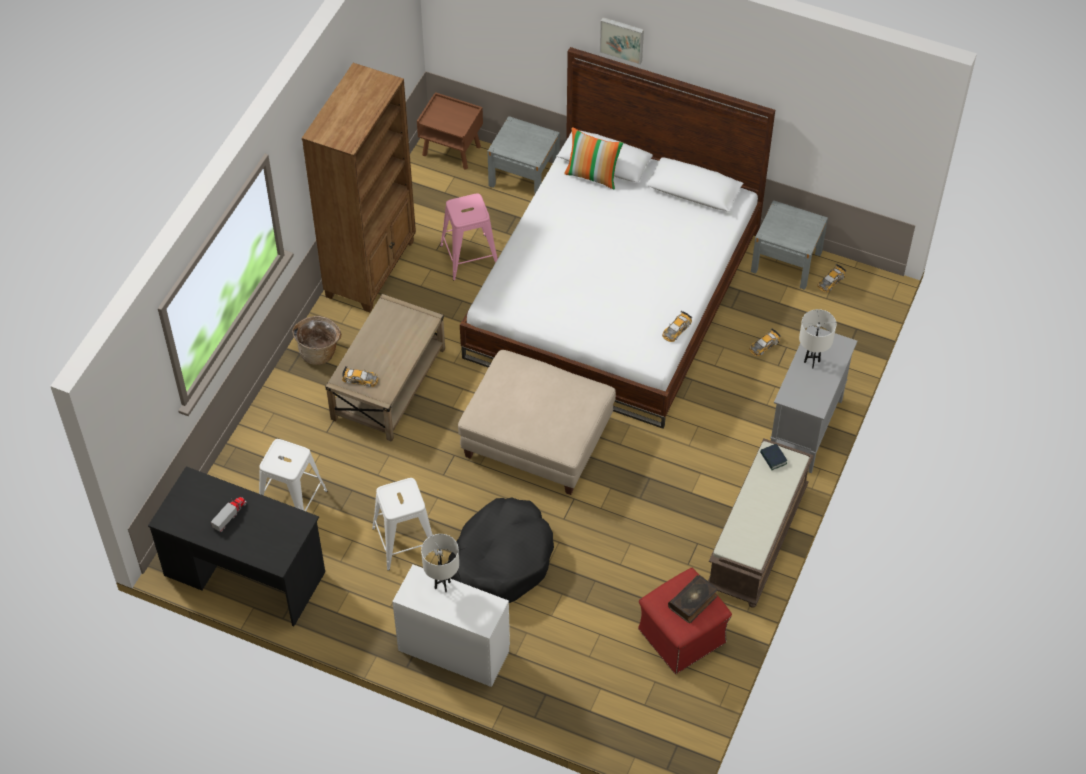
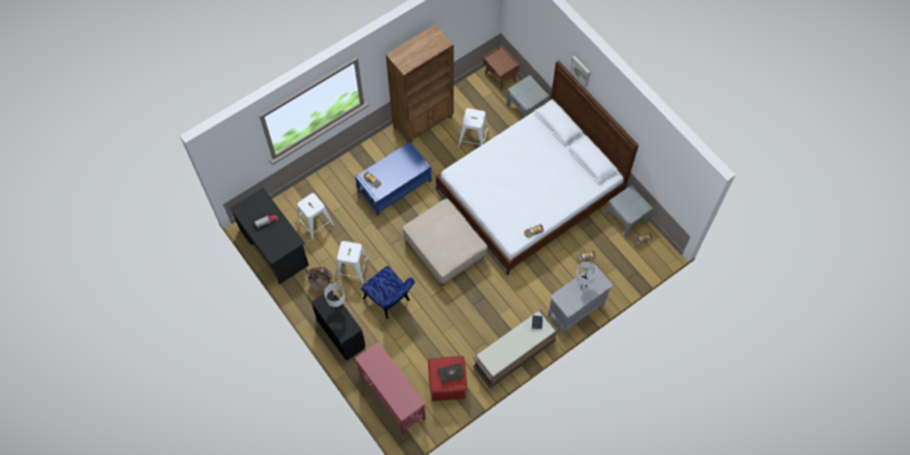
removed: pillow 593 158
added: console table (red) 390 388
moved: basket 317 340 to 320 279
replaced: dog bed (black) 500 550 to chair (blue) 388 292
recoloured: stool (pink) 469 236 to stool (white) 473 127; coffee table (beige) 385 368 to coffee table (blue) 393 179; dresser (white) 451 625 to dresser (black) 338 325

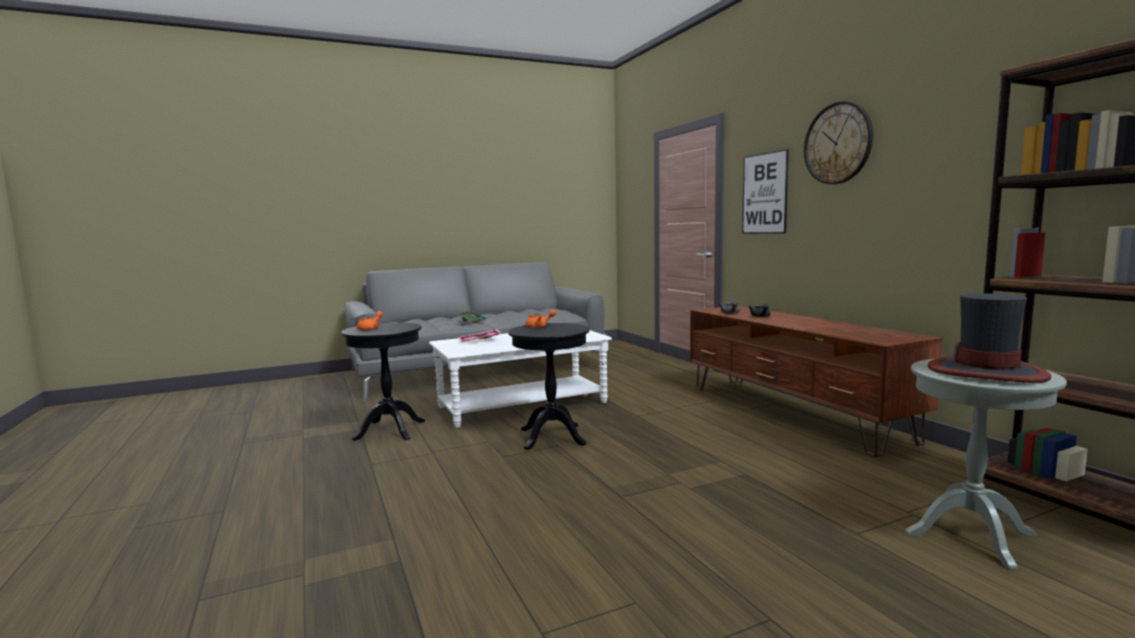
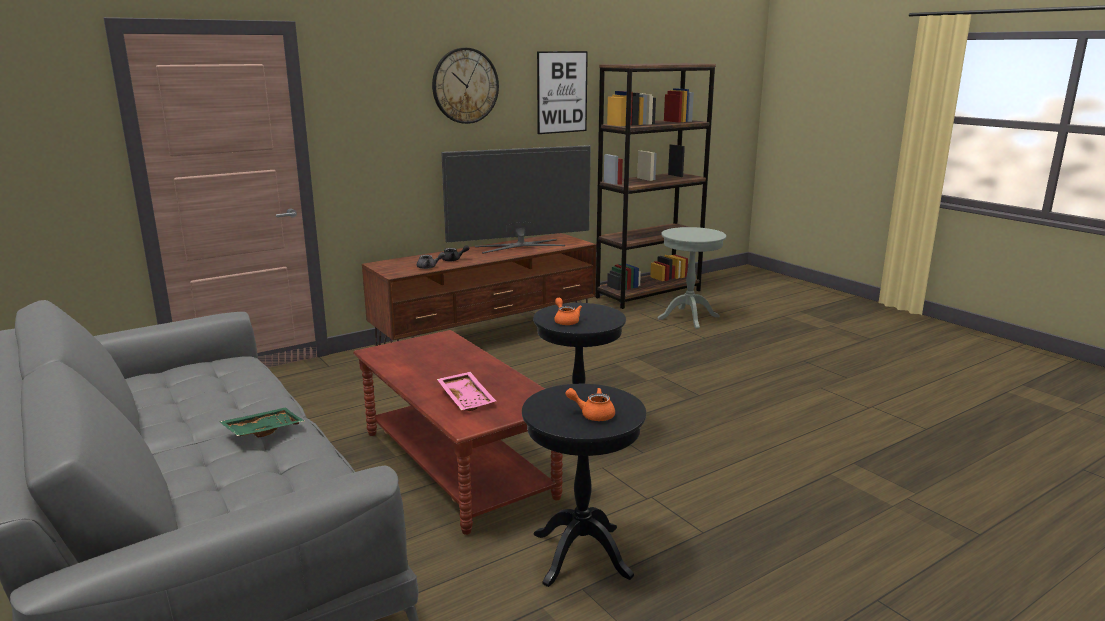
removed: hat 989 338
added: television 516 199
moved: picture 765 191 to 562 92
recoloured: coffee table (white) 520 379 to coffee table (brown) 458 432

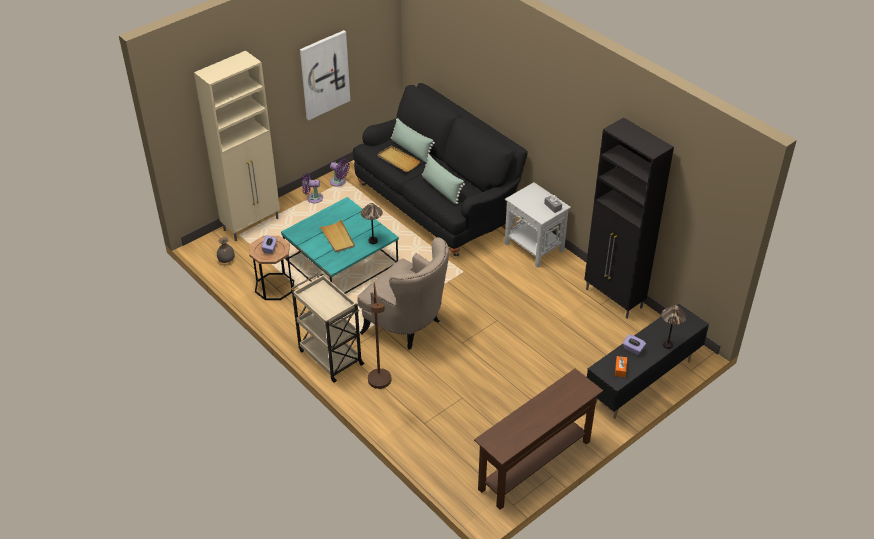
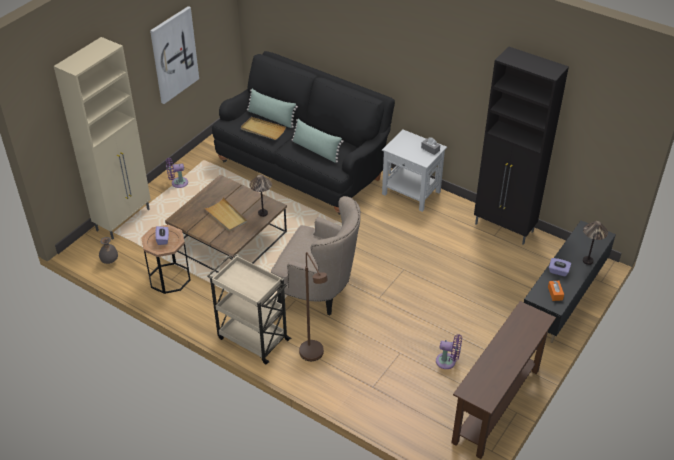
moved: fan (purple) 340 172 to 449 351
recoloured: coffee table (turquoise) 340 245 to coffee table (brown) 226 224

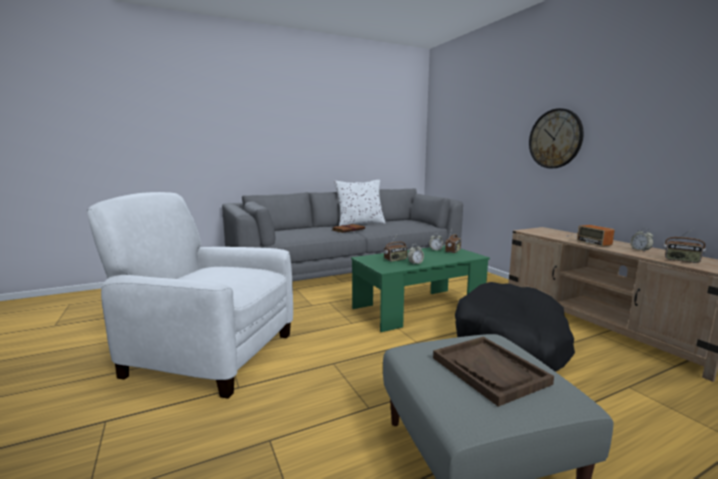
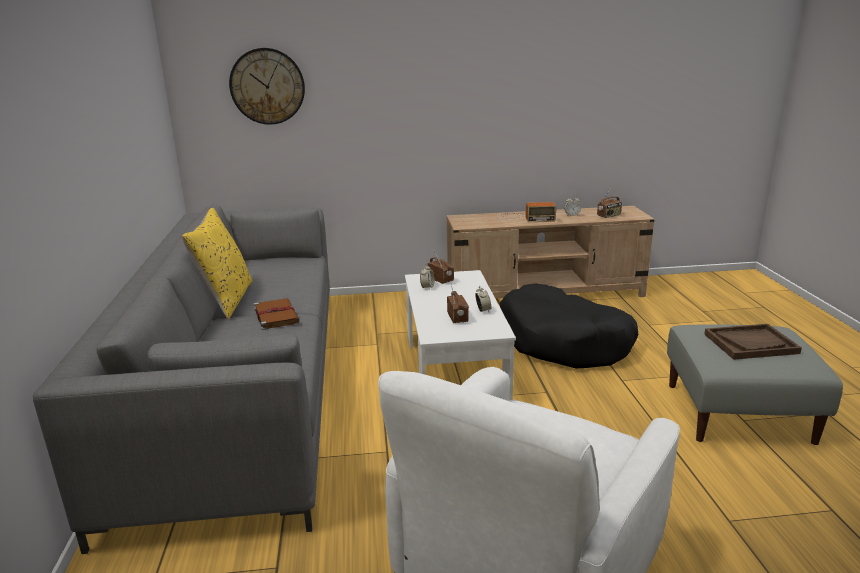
moved: wall clock 556 138 to 267 86
recoloured: pillow (white) 360 203 to pillow (yellow) 217 263; coffee table (green) 420 289 to coffee table (white) 460 335

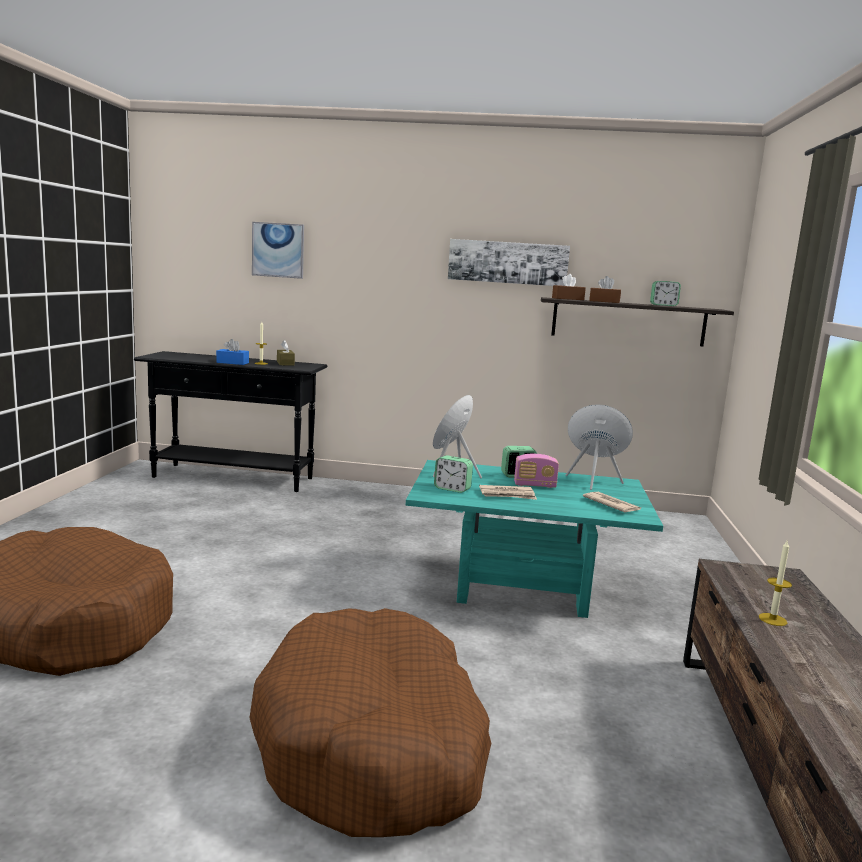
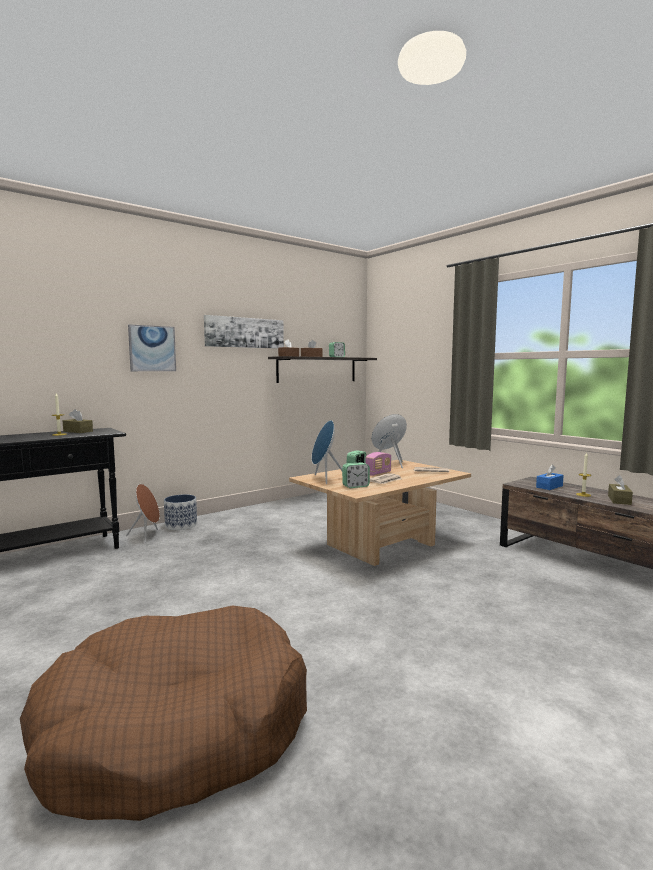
removed: dog bed (brown) 370 722
added: tissue box (brown) 620 490; speaker (brown) 143 513; planter 180 512
moved: picture 278 250 to 152 347; tissue box (blue) 232 352 to 550 477
recoloured: coffee table (turquoise) 534 539 to coffee table (beige) 380 513

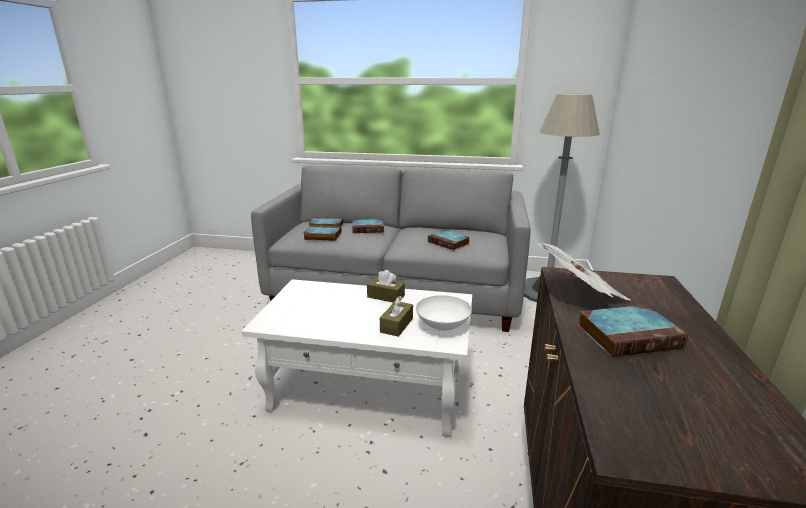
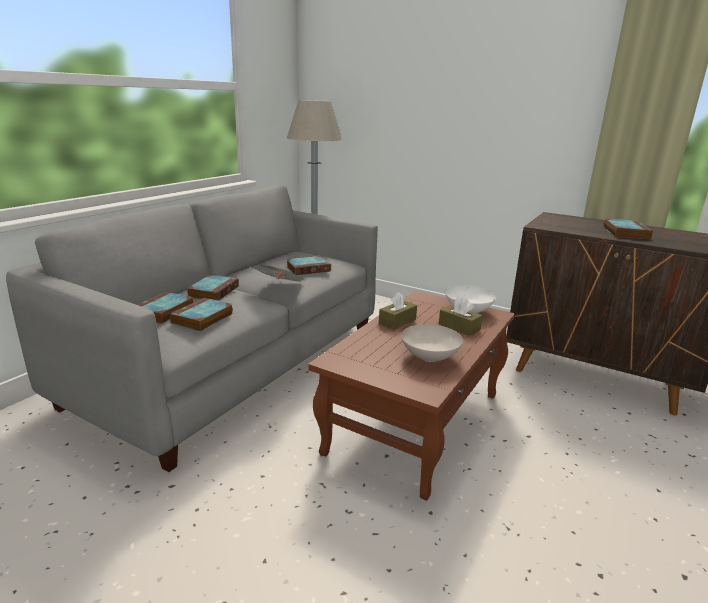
added: bowl (white) 432 343
moved: newspaper 584 272 to 276 273
recoloured: coffee table (white) 356 358 to coffee table (brown) 411 396

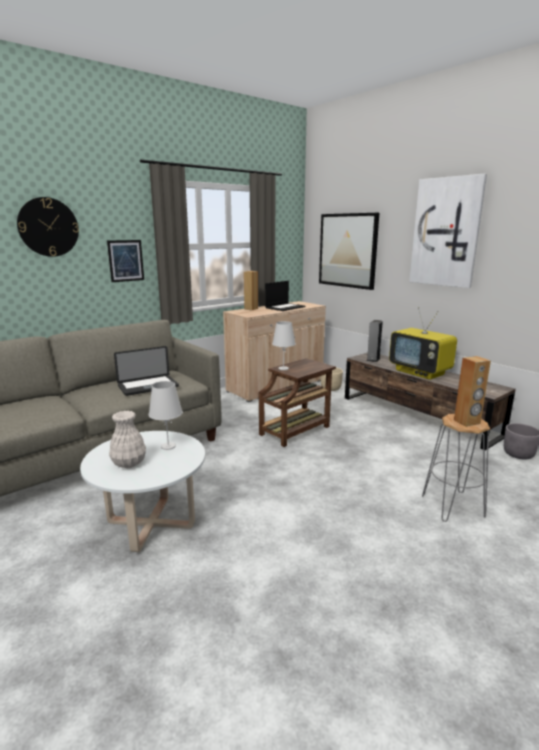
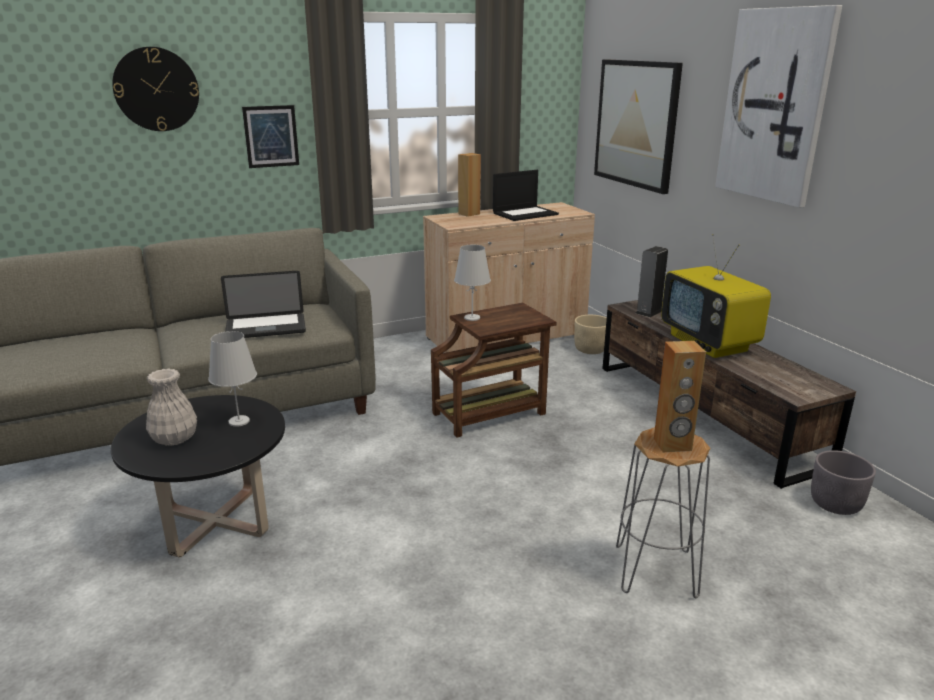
recoloured: coffee table (white) 142 491 to coffee table (black) 198 476

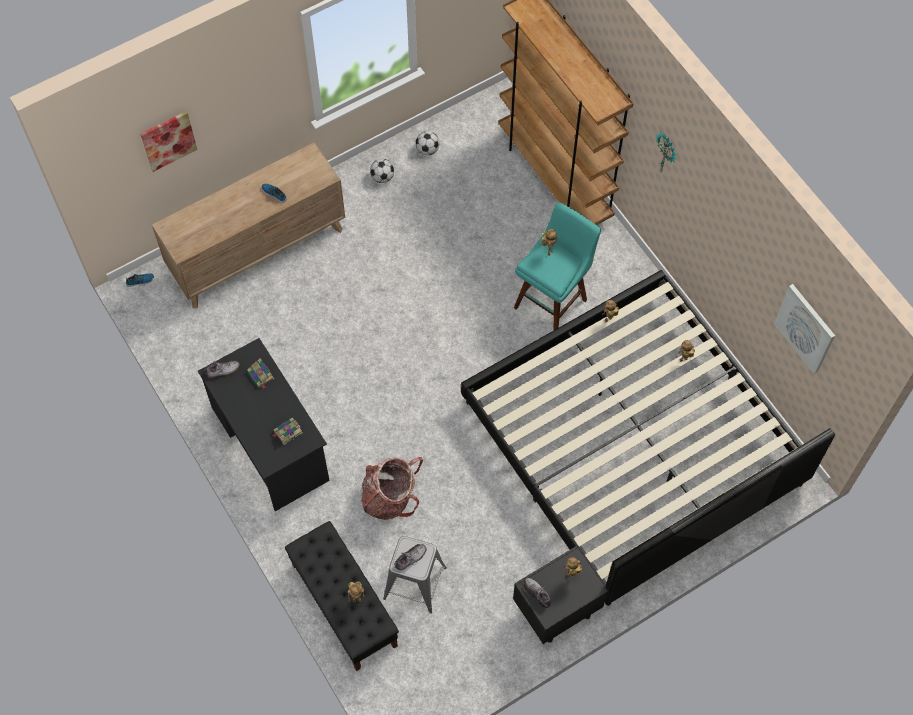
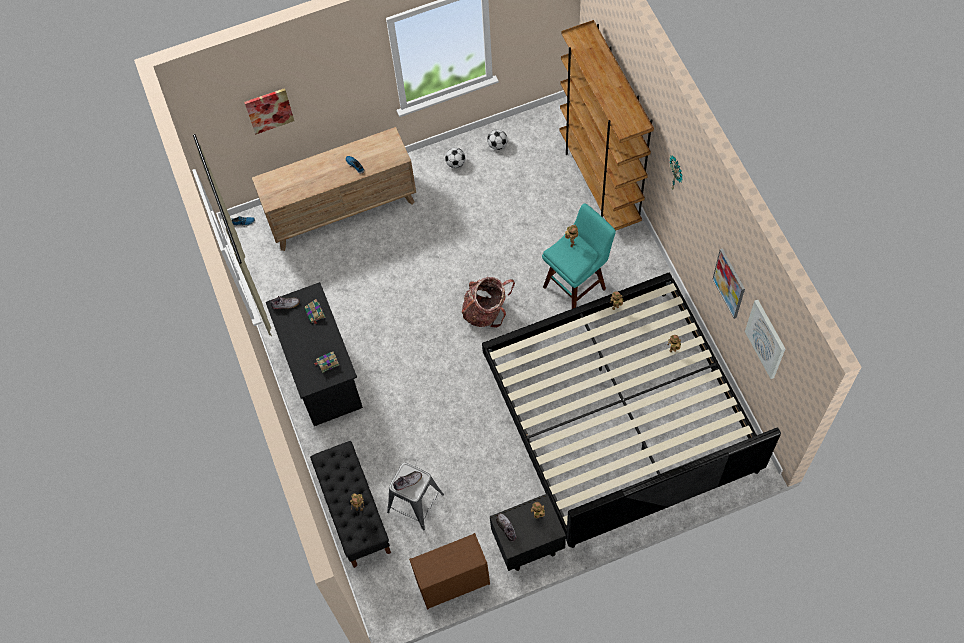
added: picture 728 283; dresser (brown) 449 571
moved: backpack 392 488 to 488 302

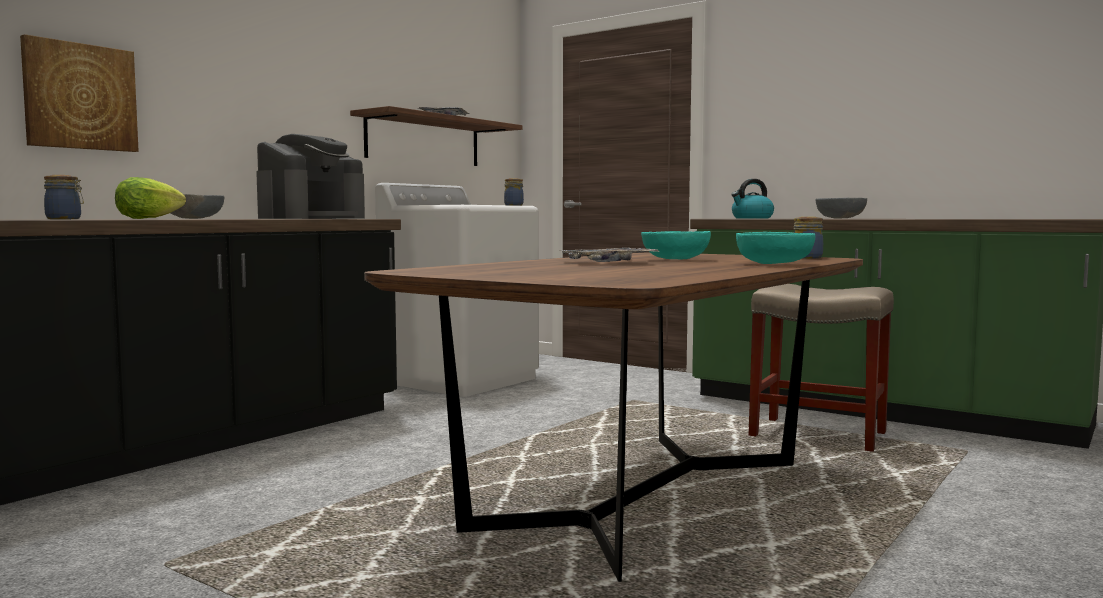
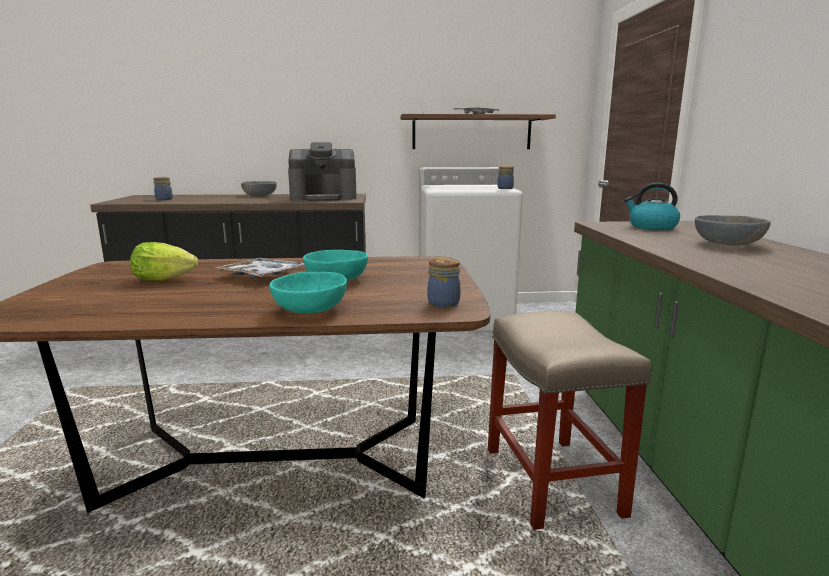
removed: picture 79 93
moved: lettuce 150 198 to 164 261

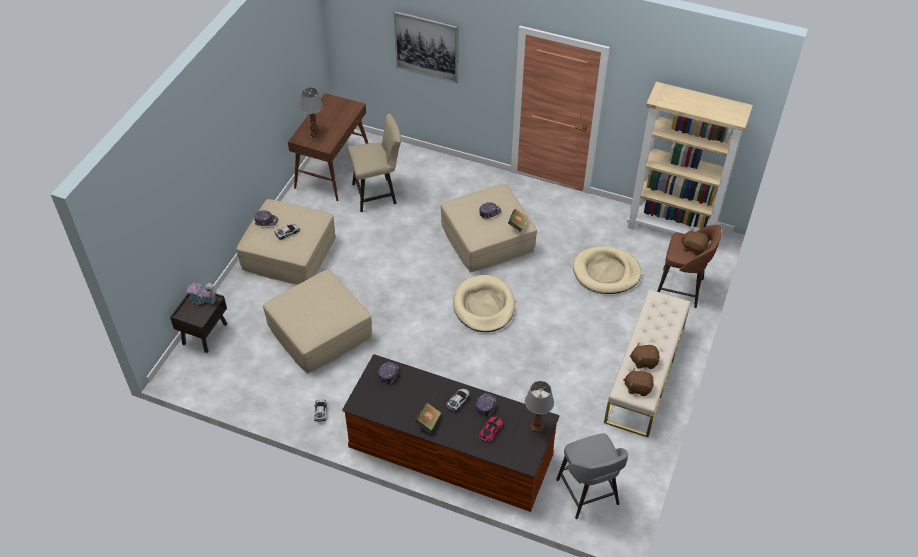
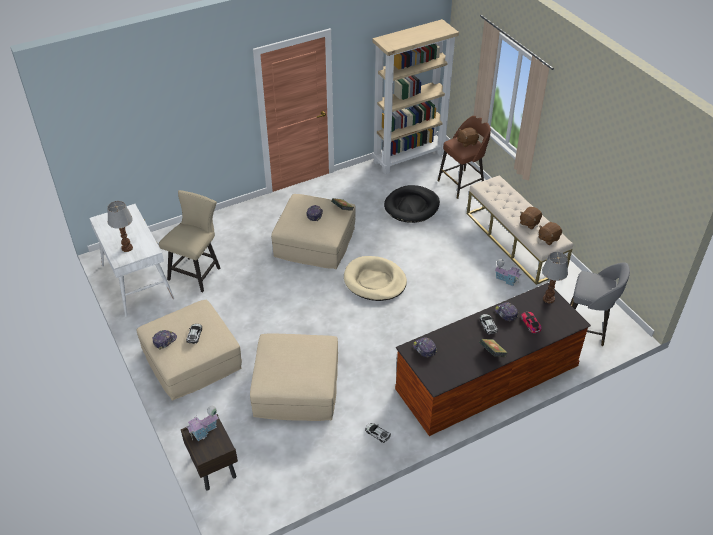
removed: picture 426 47
added: toy house 508 272
recoloured: desk (brown) 328 147 to desk (white) 132 260; dog bed (beige) 607 270 to dog bed (black) 412 204

